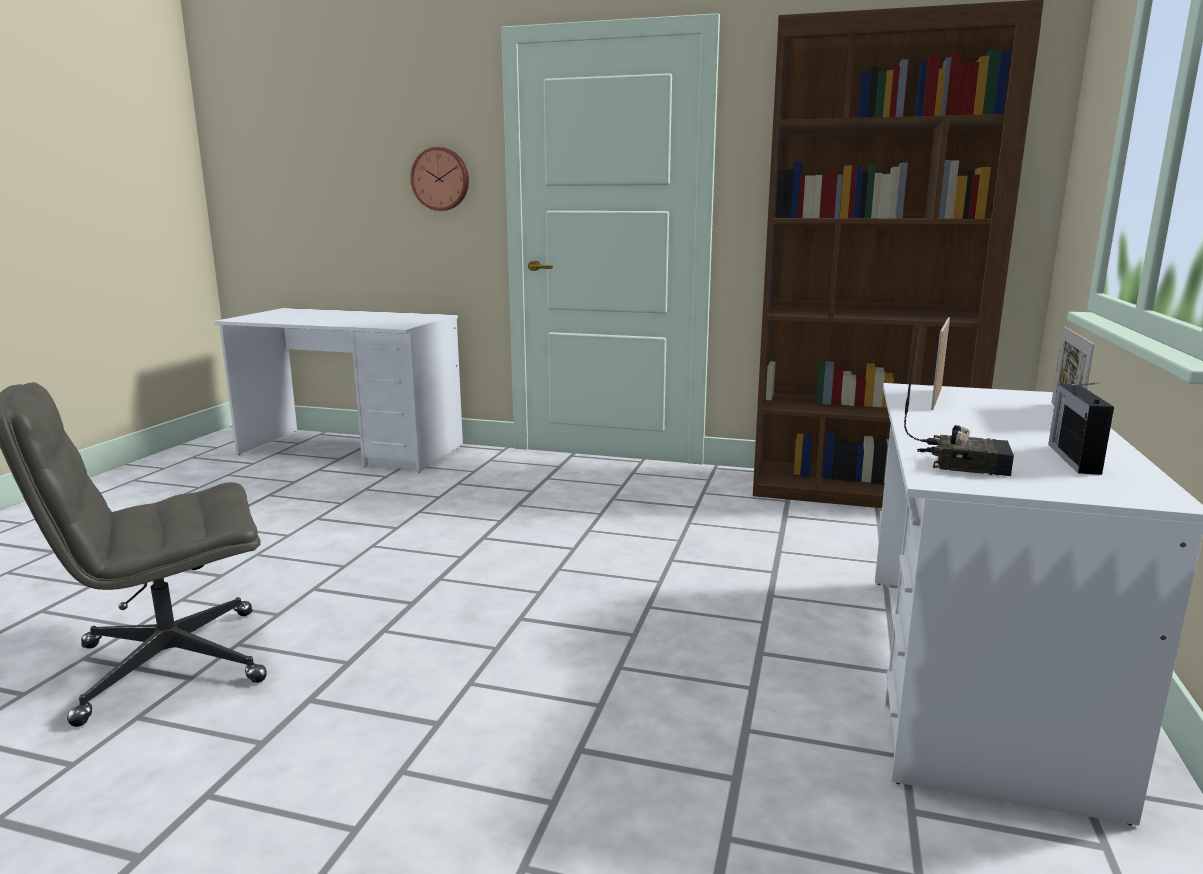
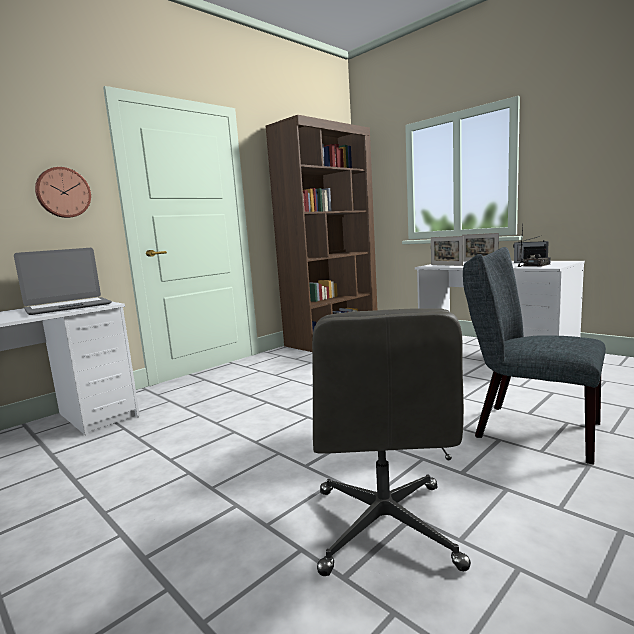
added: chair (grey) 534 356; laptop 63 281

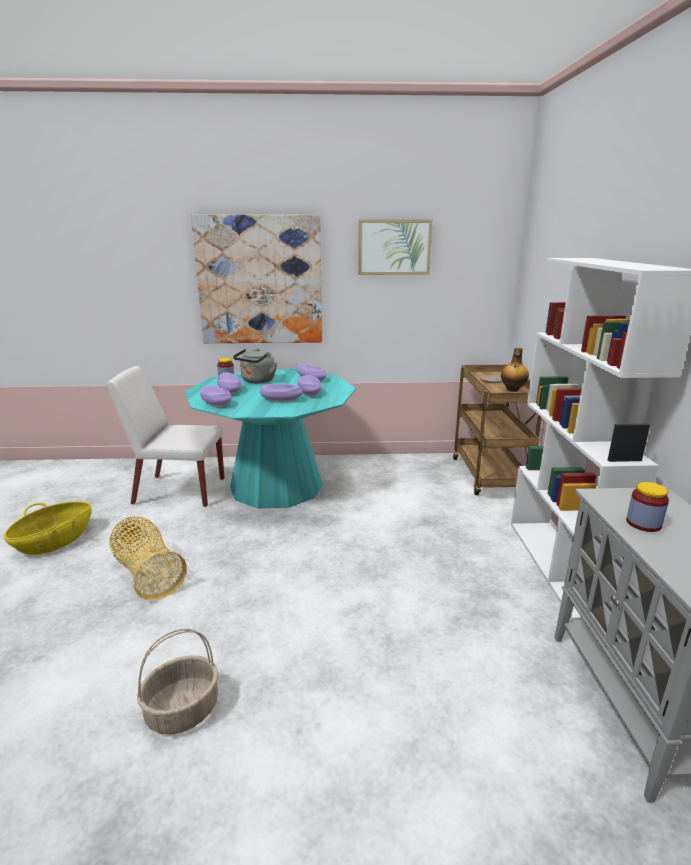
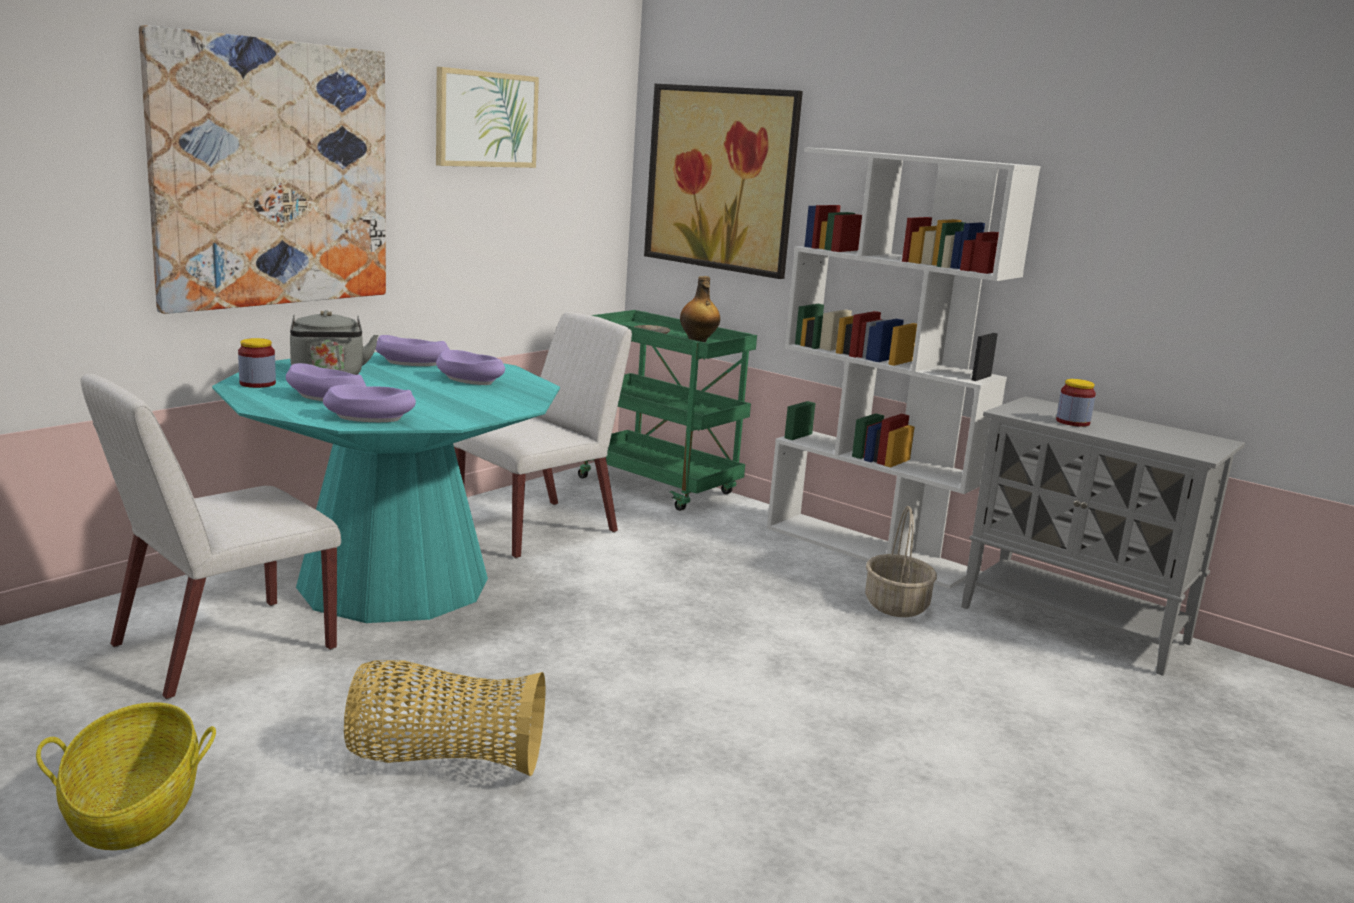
removed: bowl (purple) 281 393
added: picture 723 181; chair (white) 542 435
moved: basket 177 682 to 901 561
recoloured: cart (brown) 497 430 to cart (green) 667 410

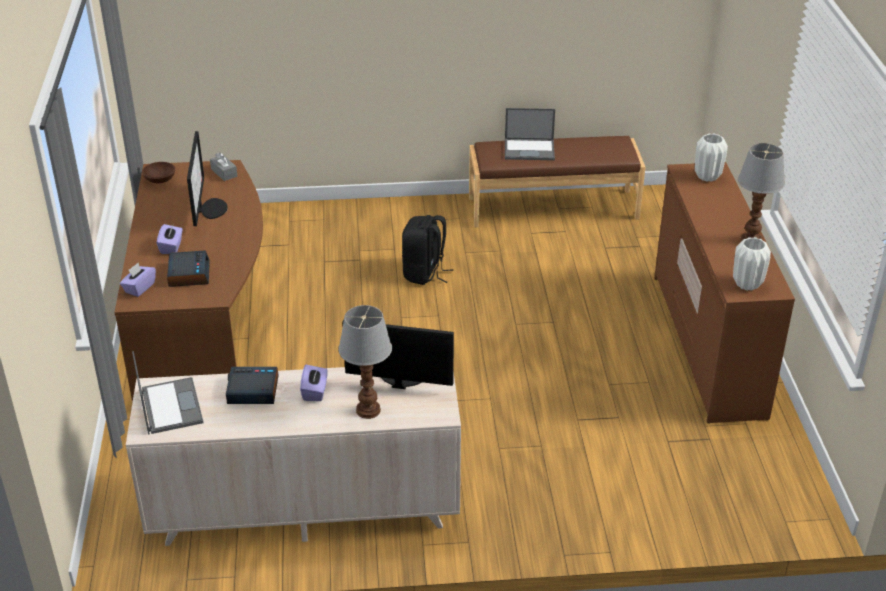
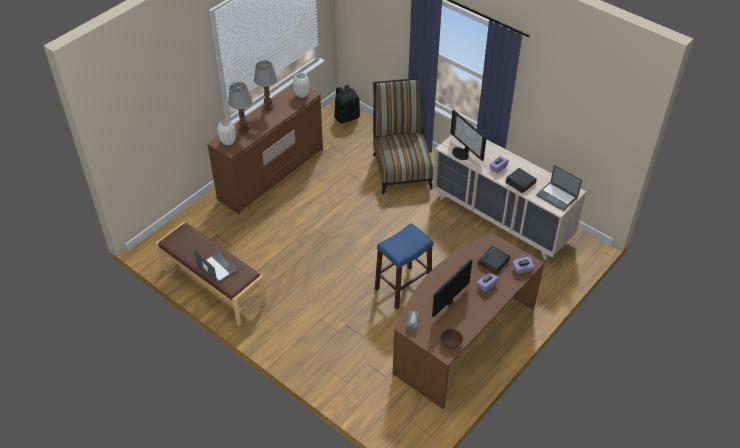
added: chair 403 136; stool (blue) 404 266
moved: backpack (black) 427 250 to 347 104; table lamp 365 362 to 240 107
turned: laptop 168 392 = 559 188 75 degrees counterclockwise

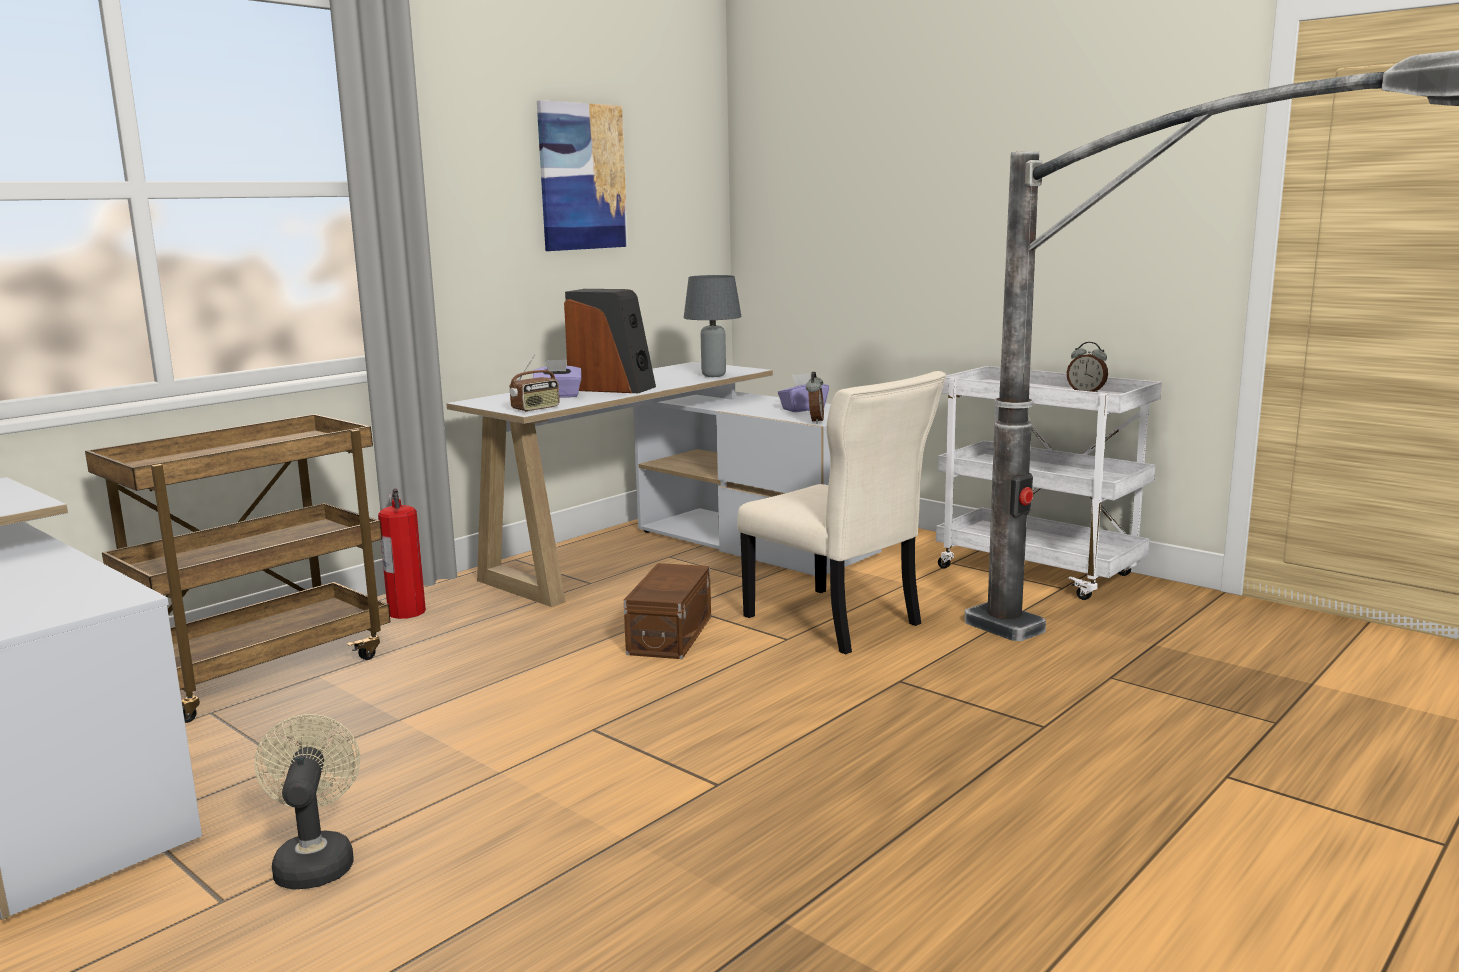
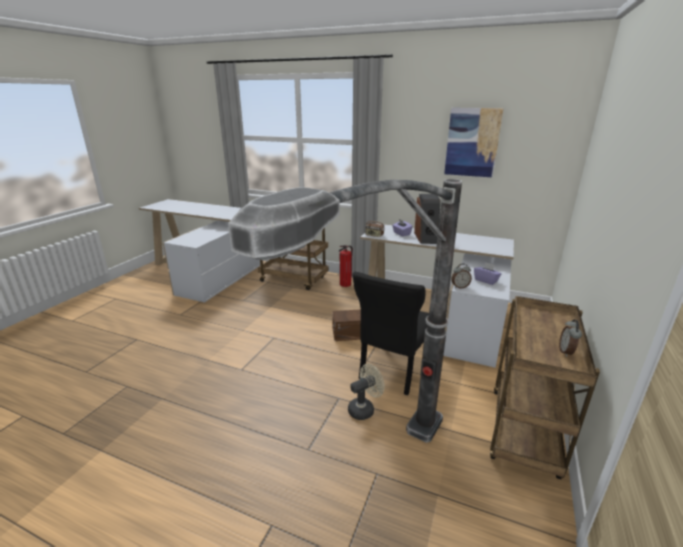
removed: table lamp (grey) 713 326
moved: fan (beige) 307 802 to 366 392
recoloured: cart (white) 1049 483 to cart (brown) 545 387; chair (beige) 841 512 to chair (black) 390 334

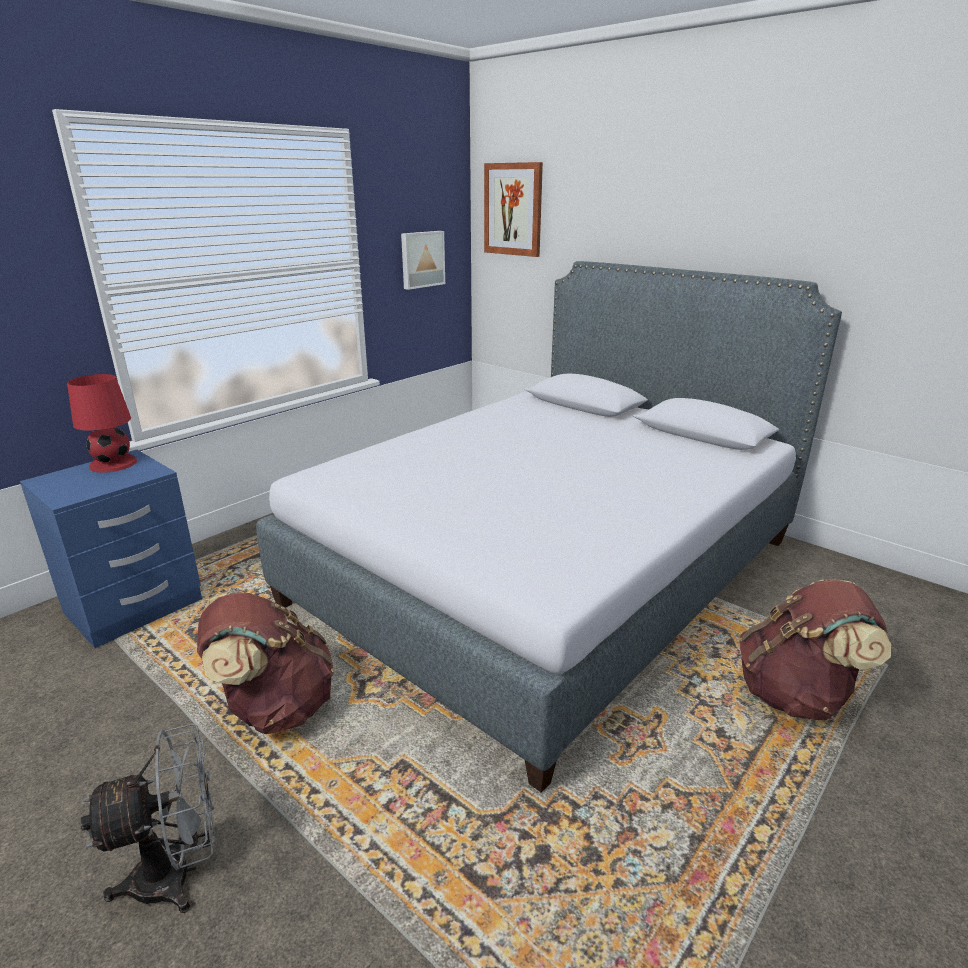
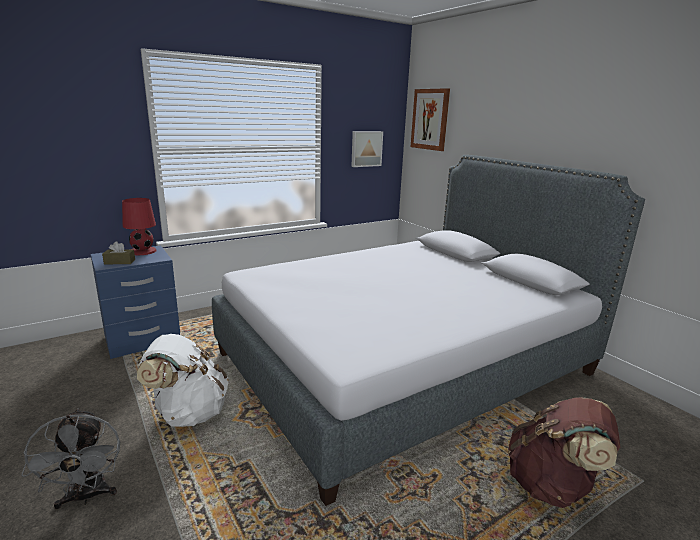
added: tissue box (brown) 118 252
recoloured: backpack (brown) 265 663 to backpack (white) 183 380
turned: fan (grey) 148 818 = 70 458 75 degrees clockwise

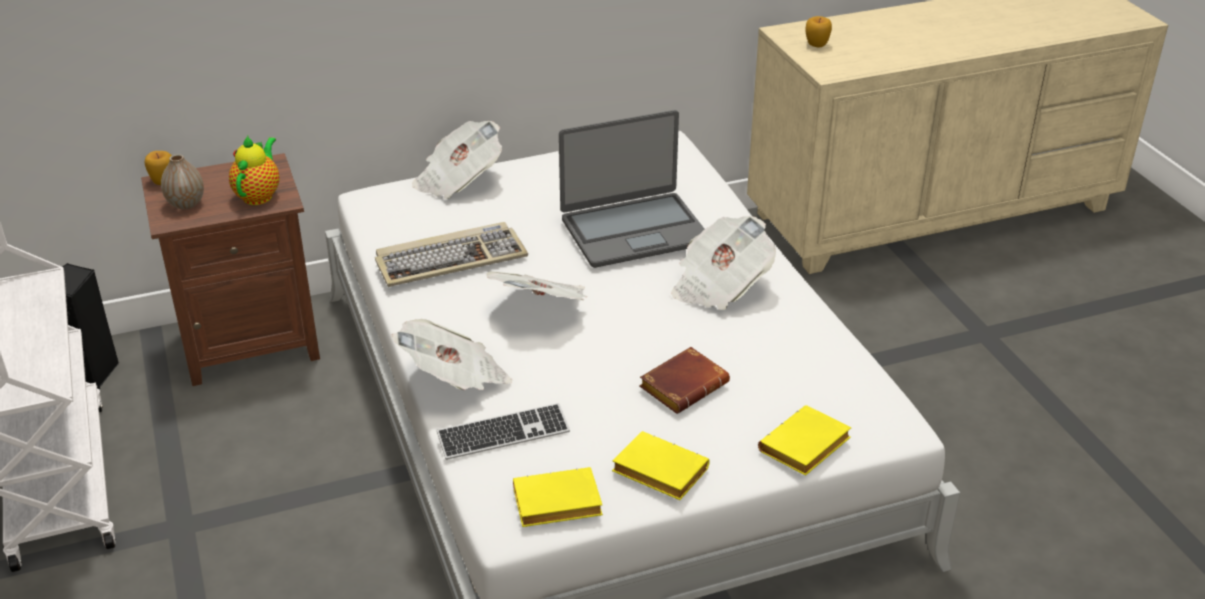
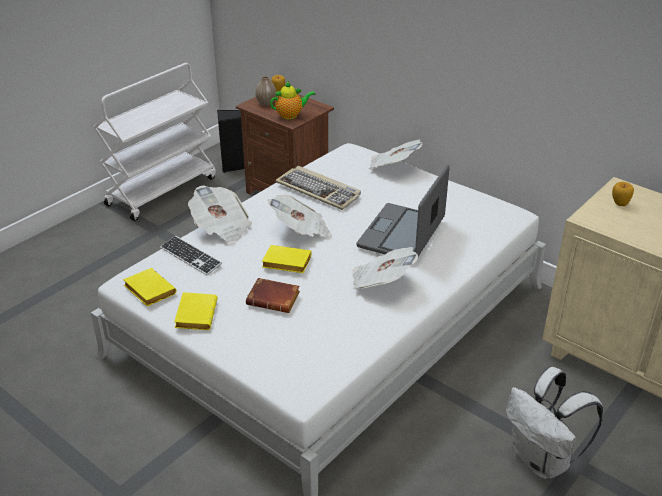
added: backpack (white) 554 423
moved: book (yellow) 805 440 to 286 259
turned: laptop 632 189 = 403 210 75 degrees clockwise

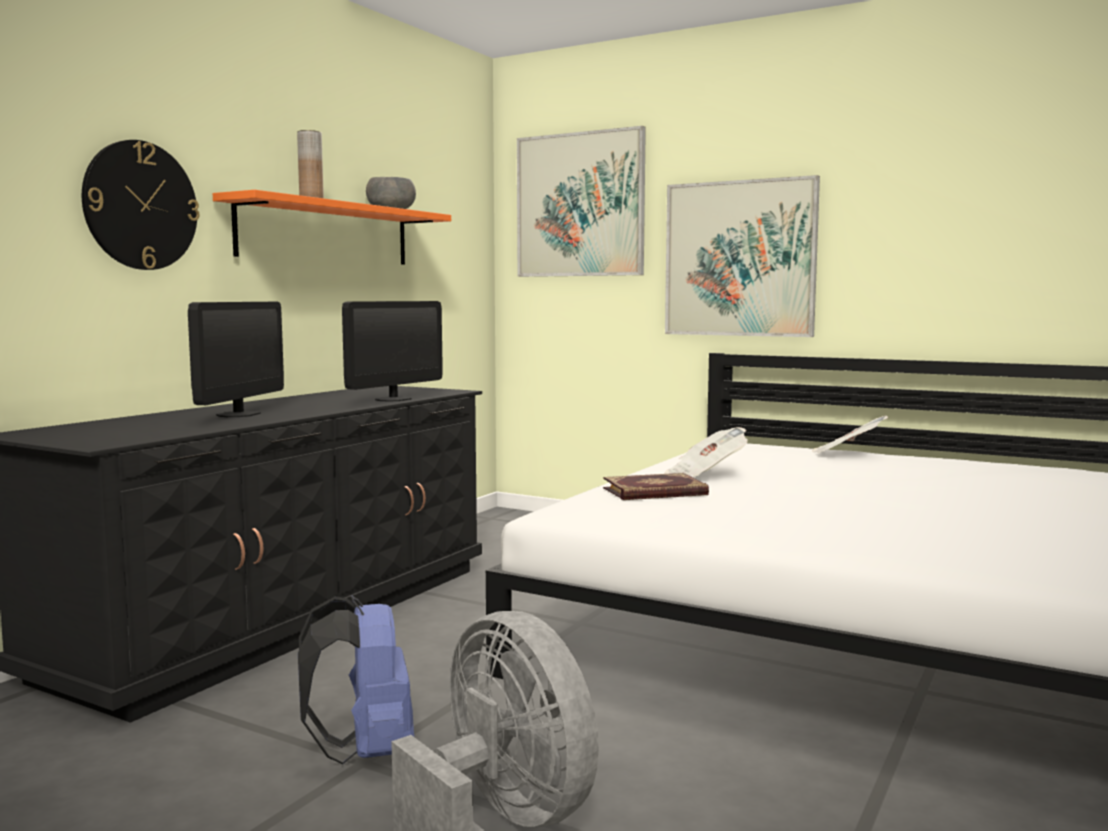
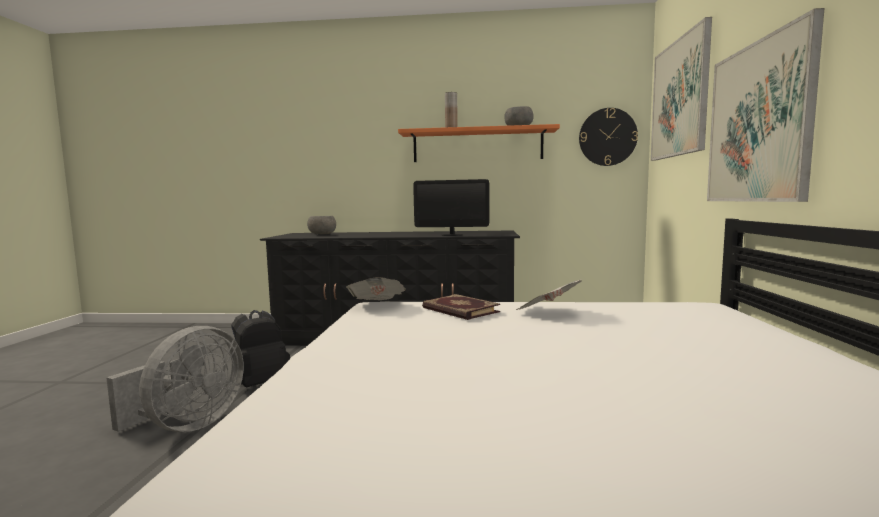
removed: monitor 236 359
added: bowl (grey) 321 225
moved: wall clock 141 205 to 608 137; newspaper 850 434 to 376 288
recoloured: backpack (blue) 356 679 to backpack (black) 260 348

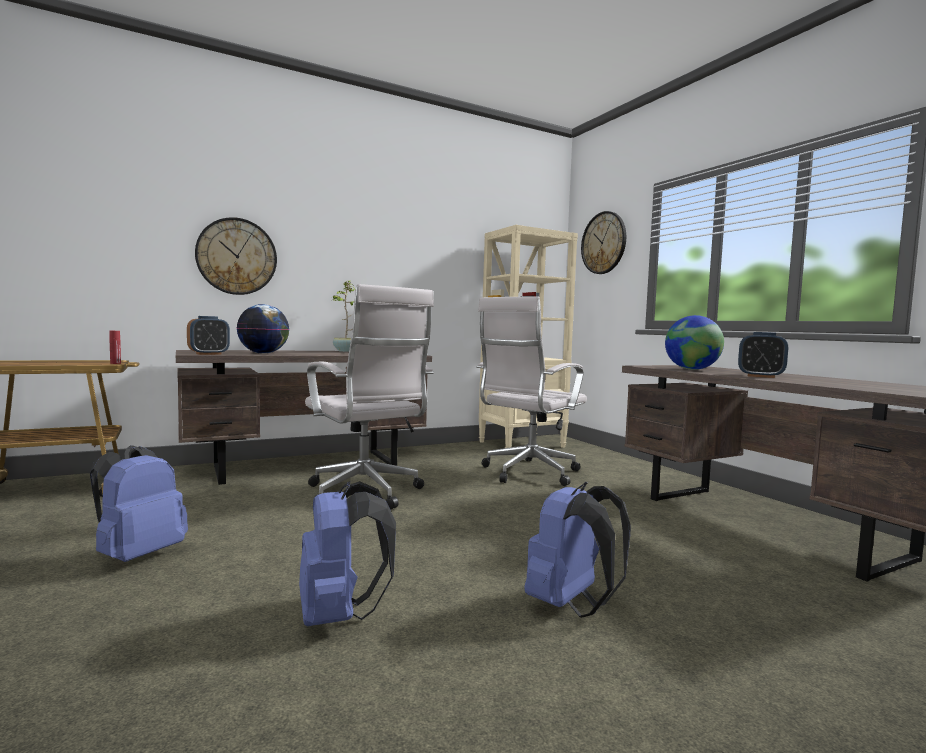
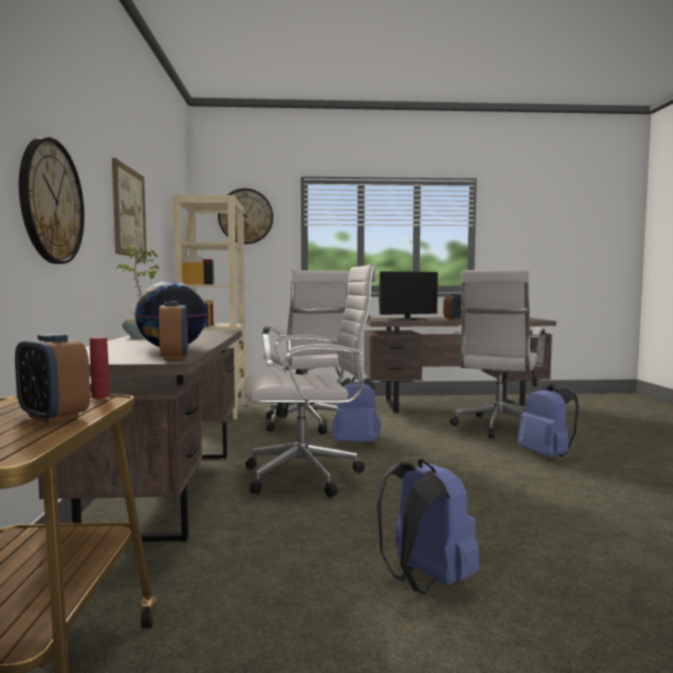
added: picture 129 208; office chair (white) 497 354; alarm clock 52 378
moved: backpack (blue) 347 553 to 356 409
replaced: globe 694 342 to monitor 408 296

